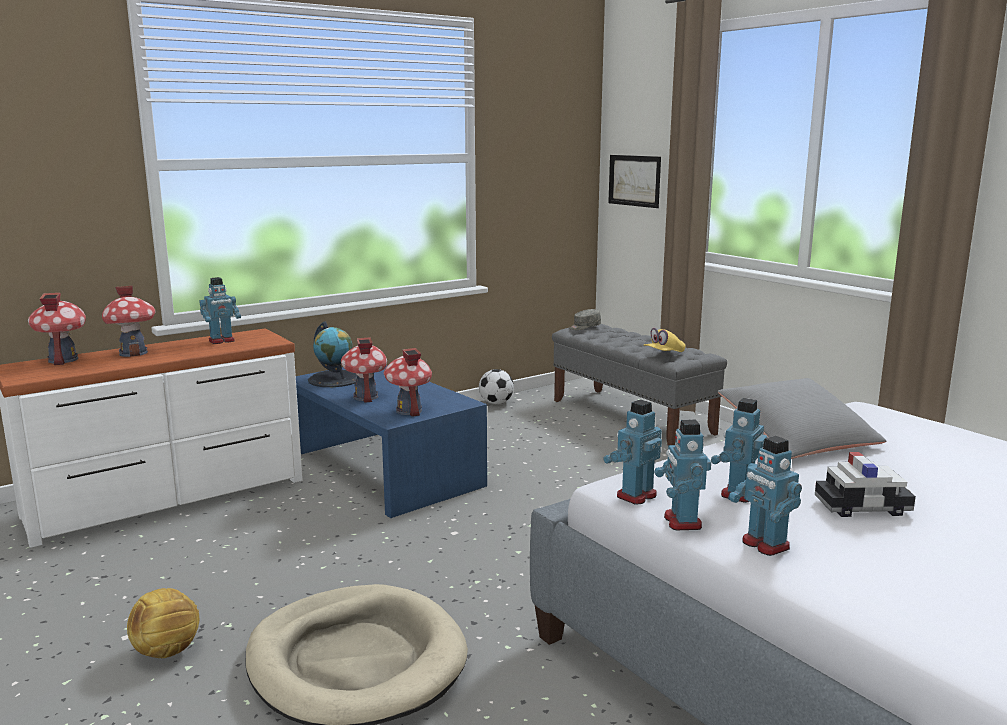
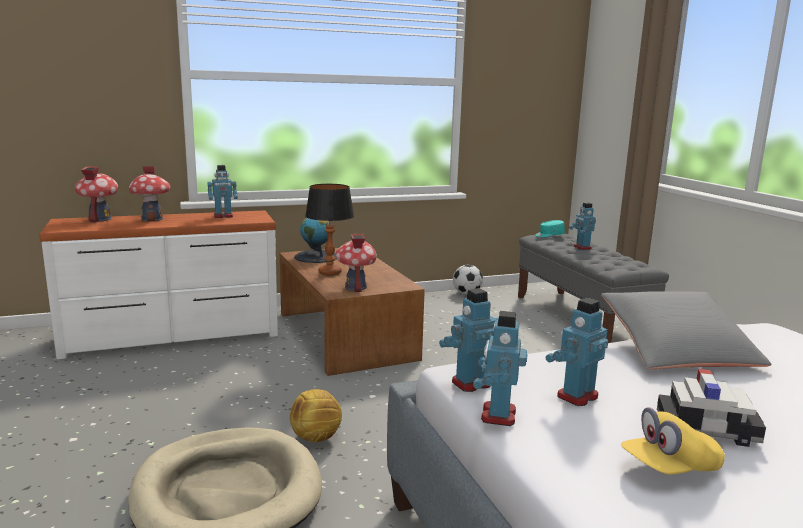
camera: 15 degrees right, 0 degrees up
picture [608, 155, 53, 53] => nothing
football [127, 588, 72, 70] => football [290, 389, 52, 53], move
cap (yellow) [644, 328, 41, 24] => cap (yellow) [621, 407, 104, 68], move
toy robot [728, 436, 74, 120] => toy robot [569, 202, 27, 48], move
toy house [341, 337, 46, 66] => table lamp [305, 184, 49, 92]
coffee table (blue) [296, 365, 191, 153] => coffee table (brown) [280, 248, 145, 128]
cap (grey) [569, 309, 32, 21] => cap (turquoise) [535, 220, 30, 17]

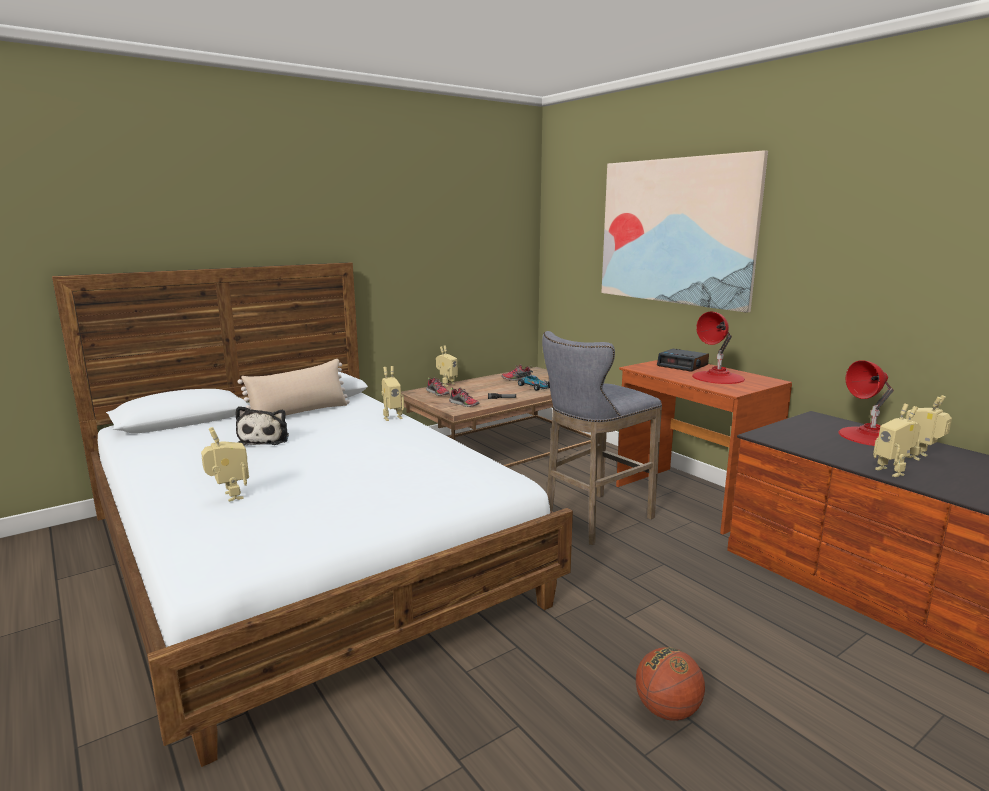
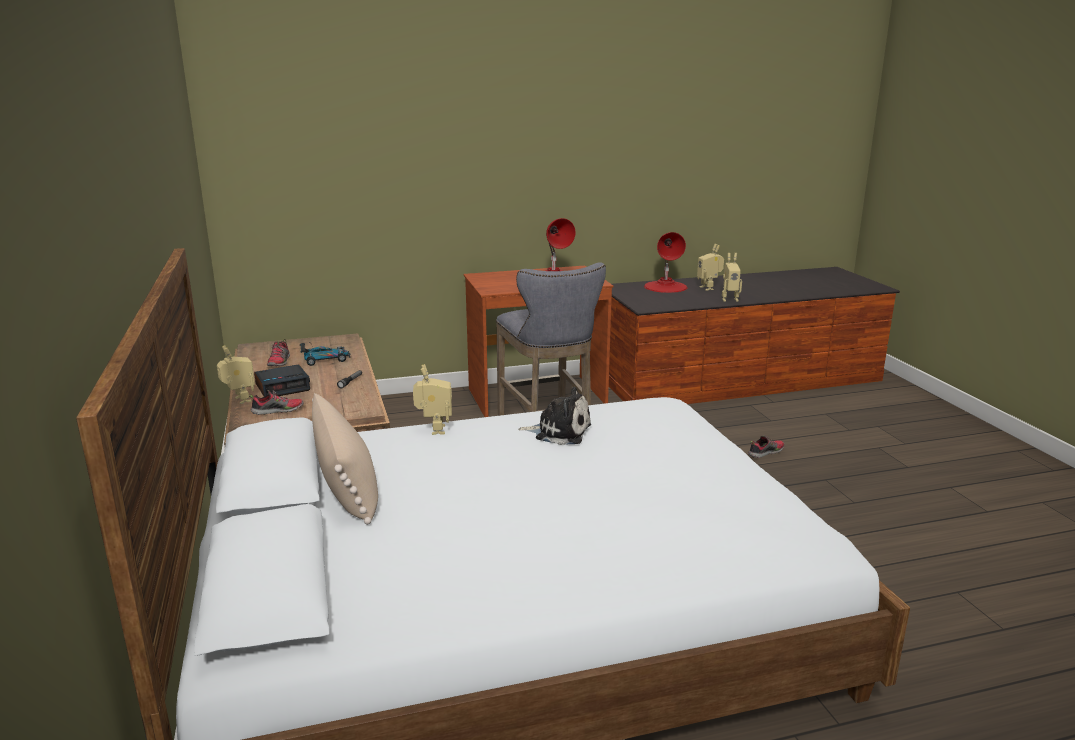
camera: 70 degrees left, 5 degrees up
toy robot [201, 427, 48, 75] => nothing
picture [602, 150, 166, 163] => nothing
basketball [636, 647, 69, 74] => nothing
plush toy [235, 406, 54, 40] => plush toy [518, 387, 73, 58], move
shoe [449, 388, 30, 19] => shoe [748, 435, 37, 23], move
alarm clock [657, 349, 52, 23] => alarm clock [254, 364, 56, 33], move

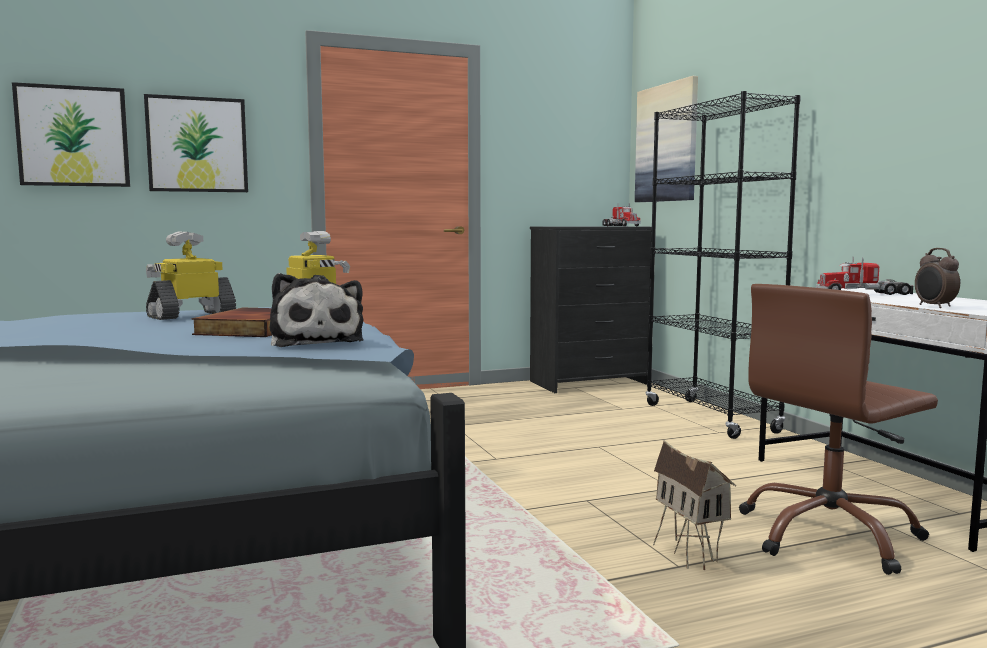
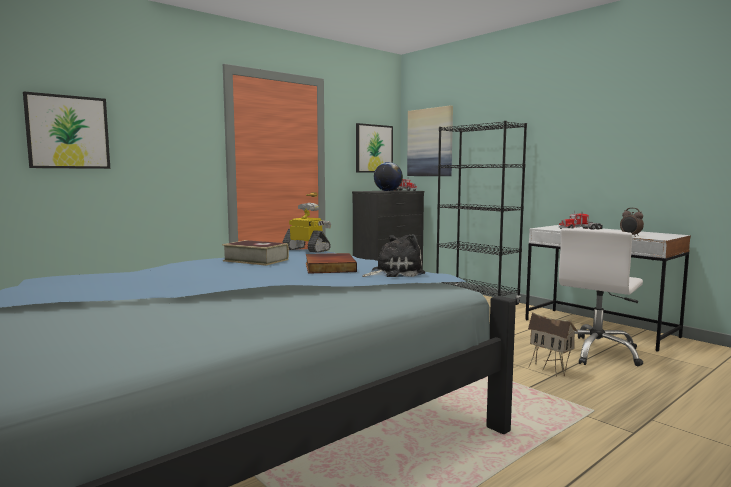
camera: 20 degrees left, 0 degrees up
nothing => globe [374, 162, 29, 29]
picture [144, 94, 104, 98] => picture [356, 123, 37, 49], move
toy robot [146, 232, 90, 88] => book [222, 240, 67, 26]
office chair (brown) [739, 284, 199, 291] => office chair (white) [559, 228, 84, 138]
plush toy [270, 273, 94, 74] => plush toy [363, 234, 62, 43], 75 degrees counterclockwise

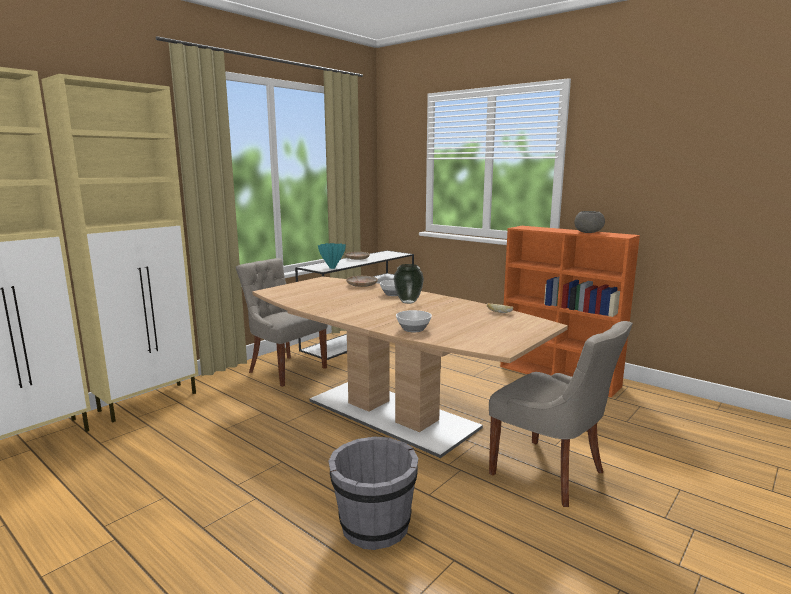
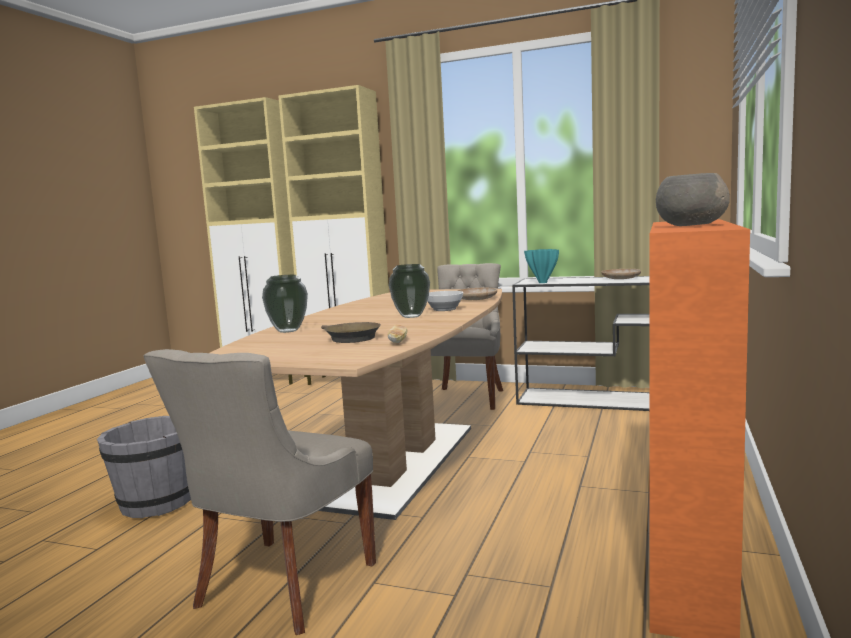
camera: 70 degrees right, 5 degrees down
nothing => frying pan (brown) [321, 322, 60, 21]
bowl [396, 310, 36, 22] => vase [262, 275, 46, 58]

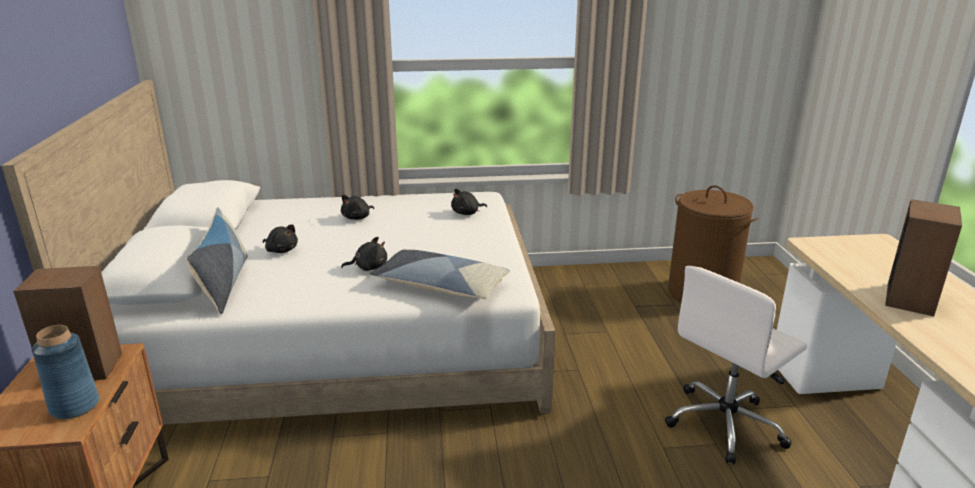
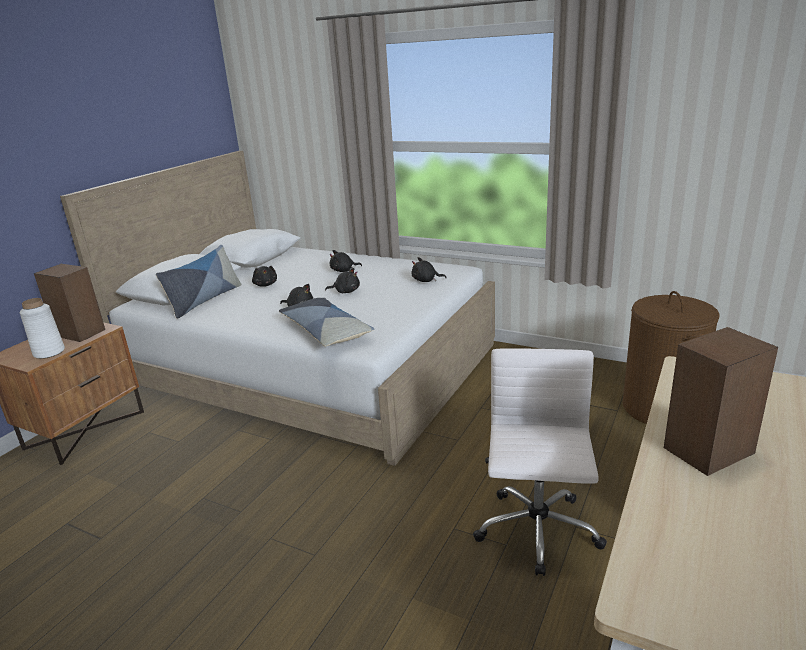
camera: 35 degrees right, 0 degrees up
nothing => plush toy (black) [325, 268, 35, 25]
vase (blue) [32, 325, 67, 94] => vase (white) [20, 298, 45, 61]
office chair (white) [665, 266, 142, 198] => office chair (white) [473, 348, 134, 228], 105 degrees clockwise

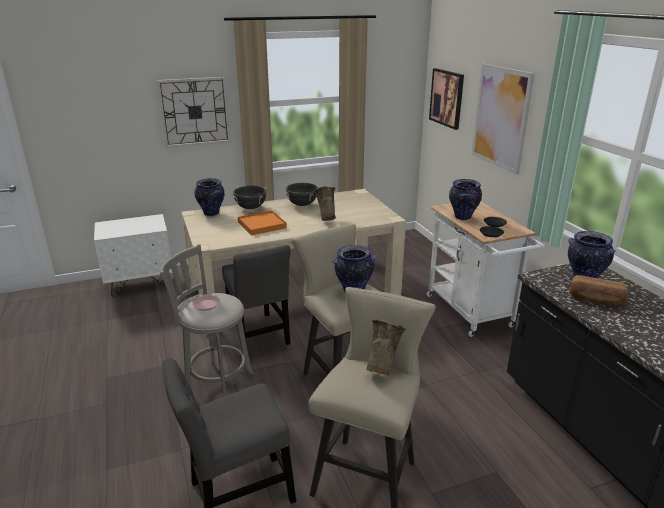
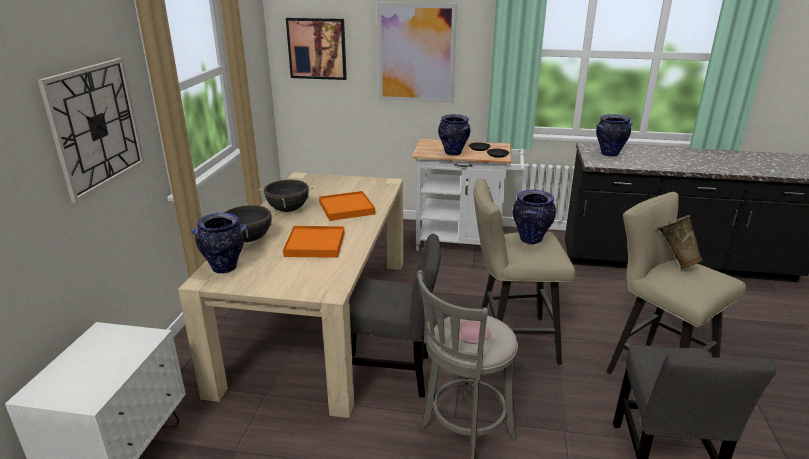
camera: 60 degrees left, 0 degrees up
bread [570, 275, 58, 31] => nothing
vase (beige) [313, 186, 23, 35] => tray (orange) [319, 191, 56, 30]

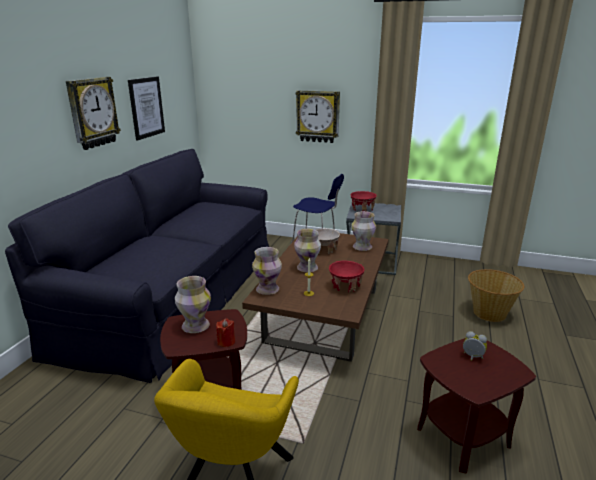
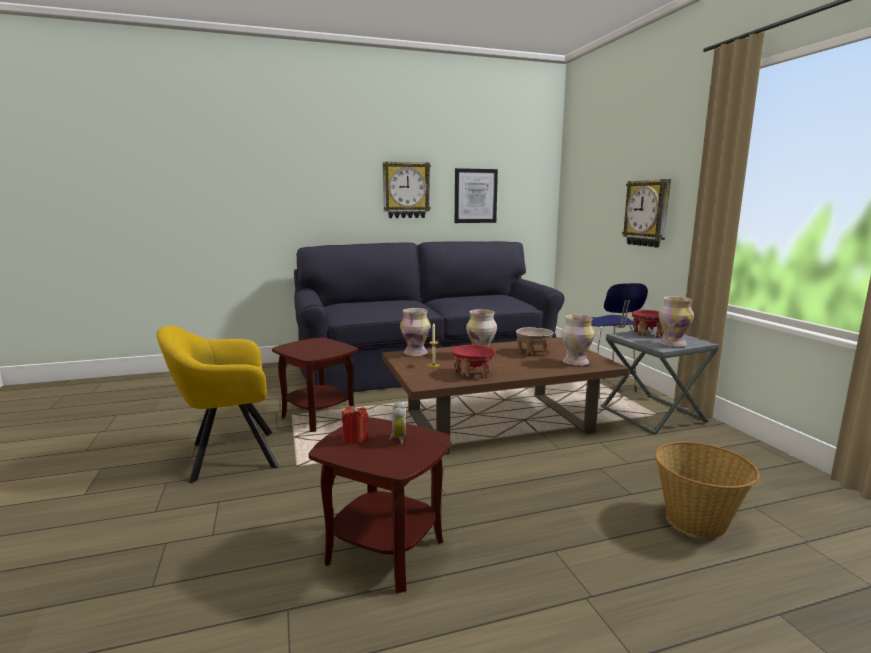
camera: 55 degrees right, 10 degrees down
vase [175, 276, 36, 57] => vase [659, 296, 35, 51], move
candle (red) [216, 319, 19, 28] => candle (red) [342, 405, 26, 39], move

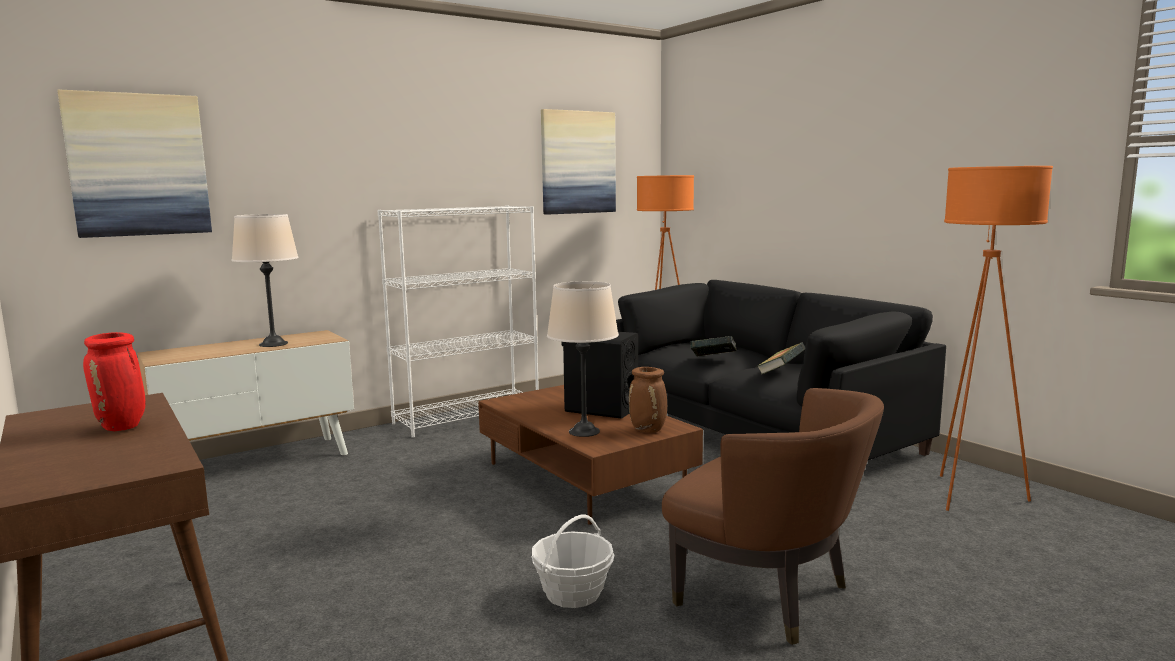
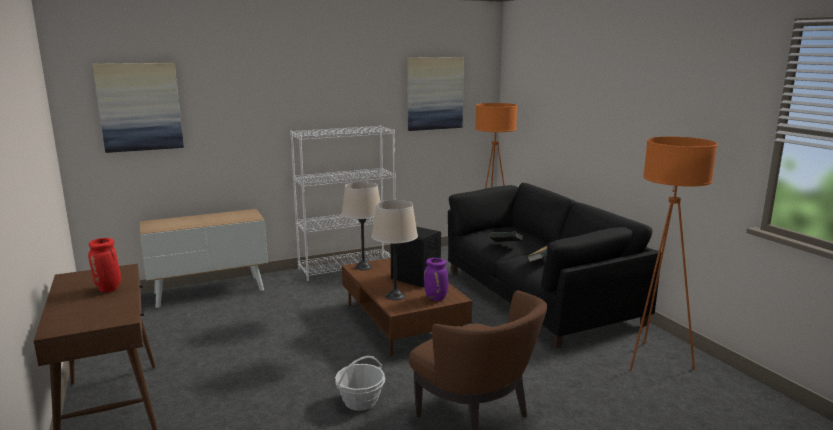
camera: 10 degrees right, 5 degrees up
table lamp (beige) [232, 214, 67, 133] => table lamp (beige) [342, 182, 38, 88], move
vase (brown) [629, 367, 38, 66] => vase (purple) [424, 258, 24, 43]

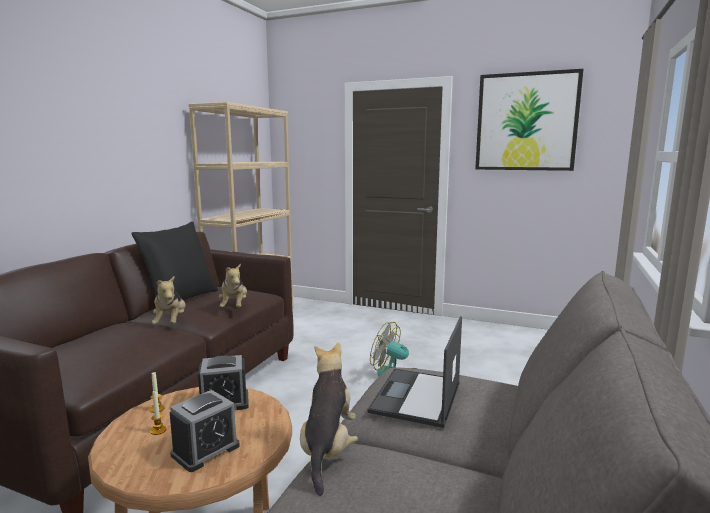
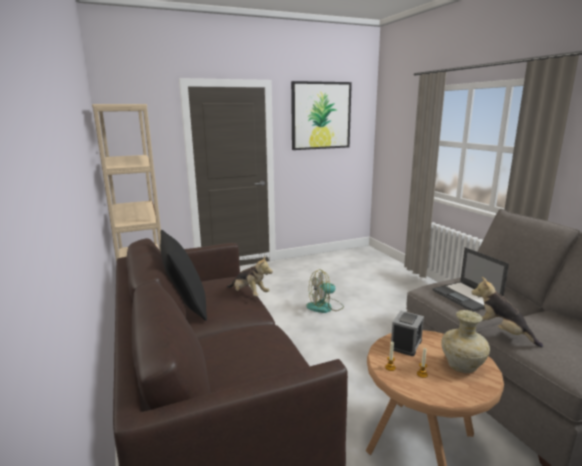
camera: 45 degrees left, 5 degrees up
plush toy [152, 276, 34, 48] => nothing
alarm clock [170, 390, 70, 82] => vase (beige) [441, 310, 49, 63]

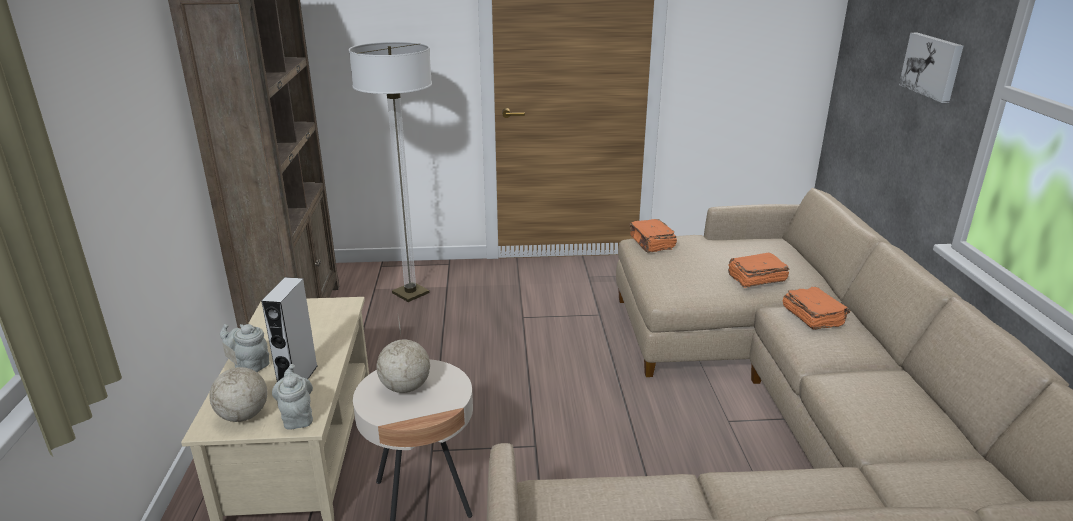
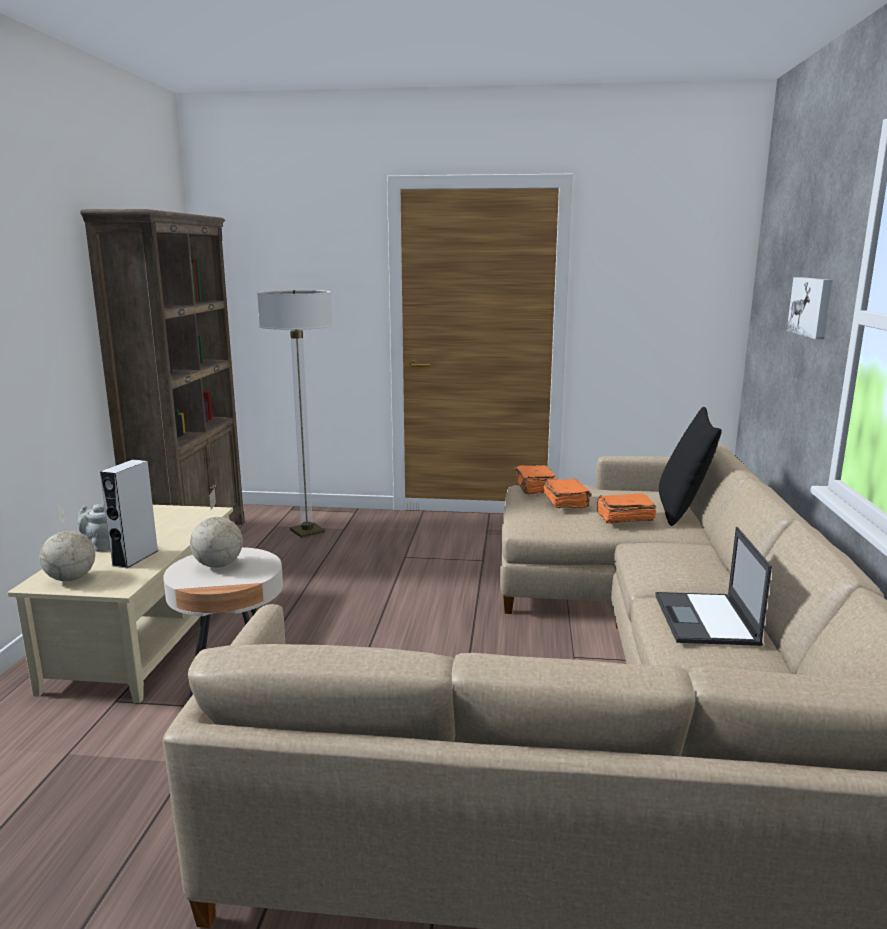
camera: 10 degrees right, 10 degrees down
teapot (grey) [272, 364, 41, 66] => nothing
nothing => laptop [655, 527, 117, 119]
nothing => pillow (black) [659, 407, 63, 119]
book (orange) [783, 287, 67, 43] => book (orange) [543, 478, 49, 30], move

